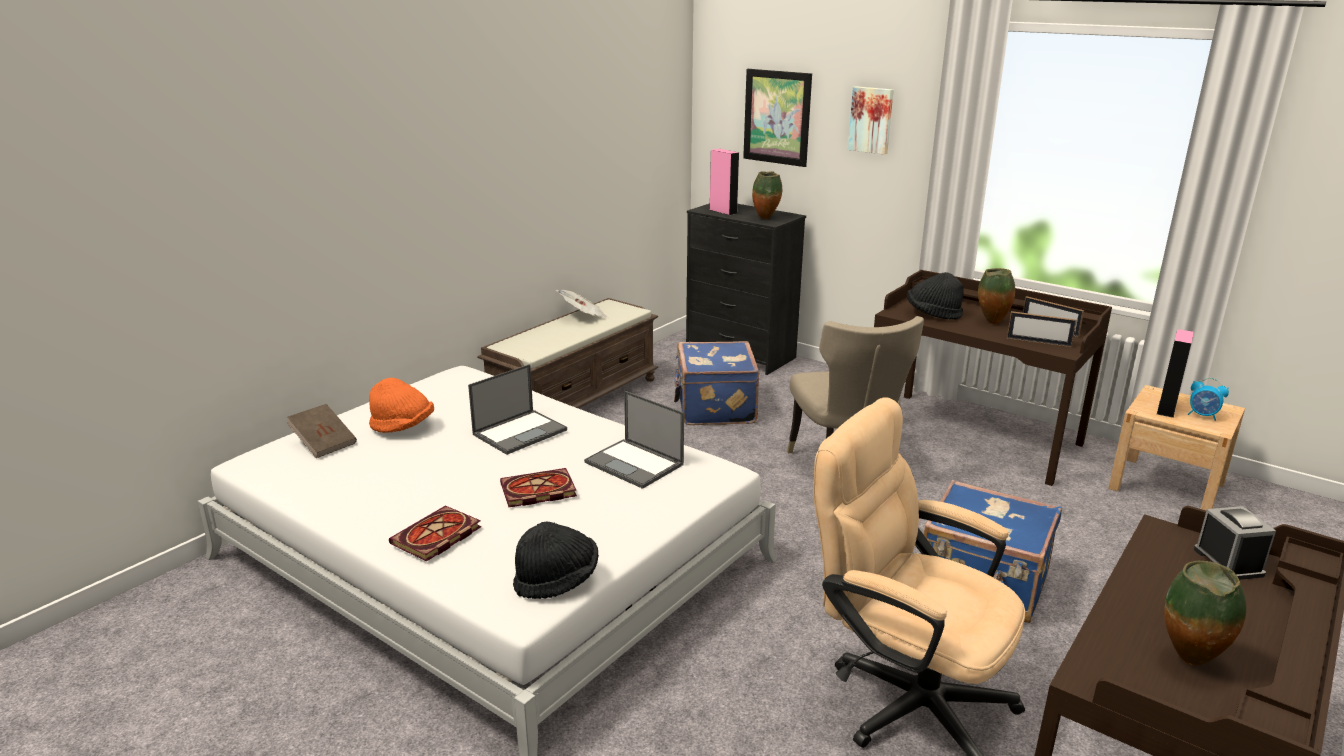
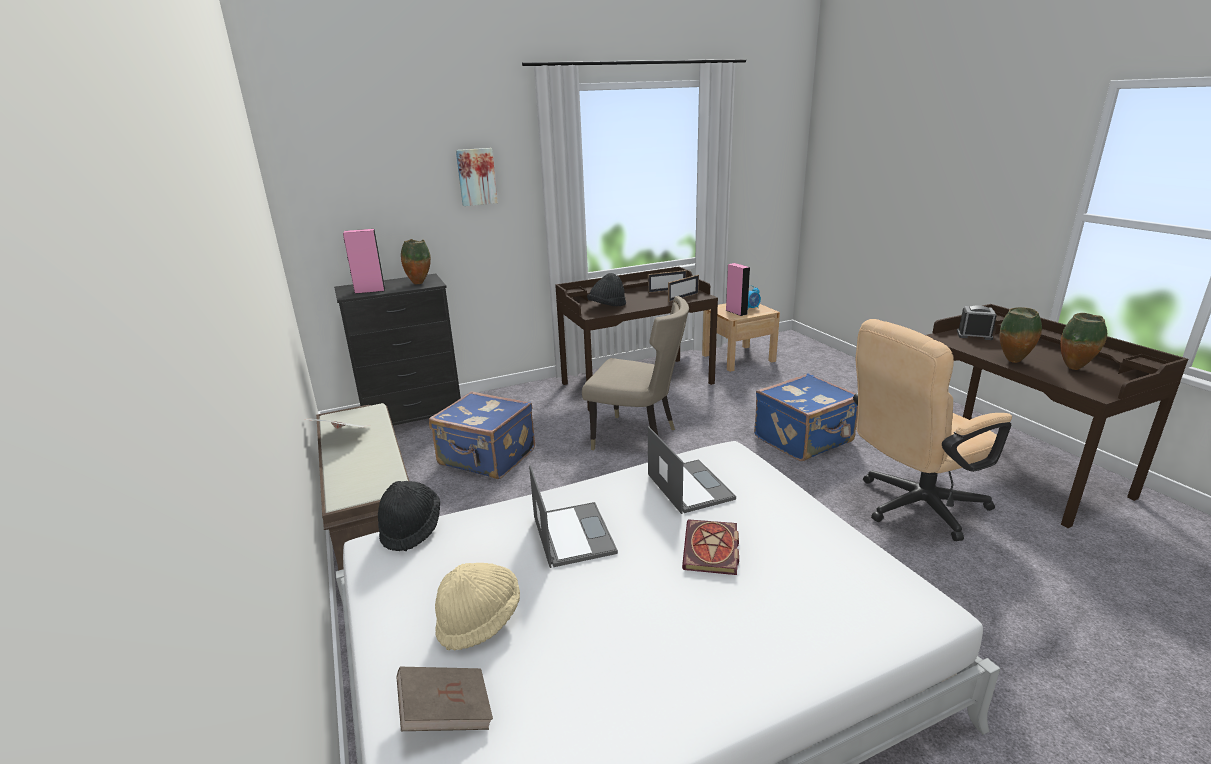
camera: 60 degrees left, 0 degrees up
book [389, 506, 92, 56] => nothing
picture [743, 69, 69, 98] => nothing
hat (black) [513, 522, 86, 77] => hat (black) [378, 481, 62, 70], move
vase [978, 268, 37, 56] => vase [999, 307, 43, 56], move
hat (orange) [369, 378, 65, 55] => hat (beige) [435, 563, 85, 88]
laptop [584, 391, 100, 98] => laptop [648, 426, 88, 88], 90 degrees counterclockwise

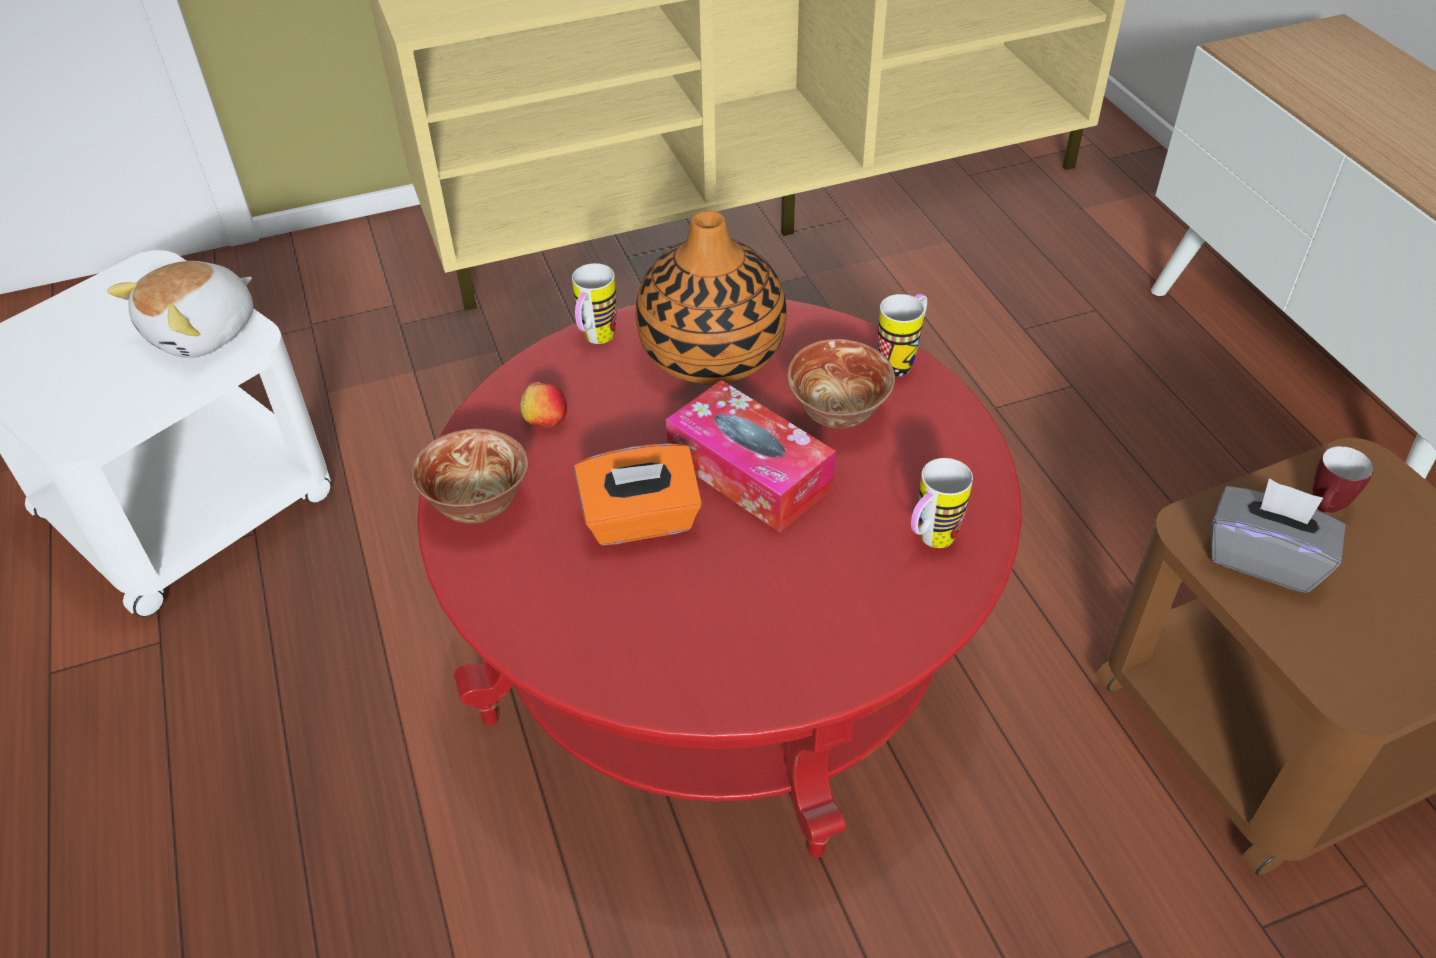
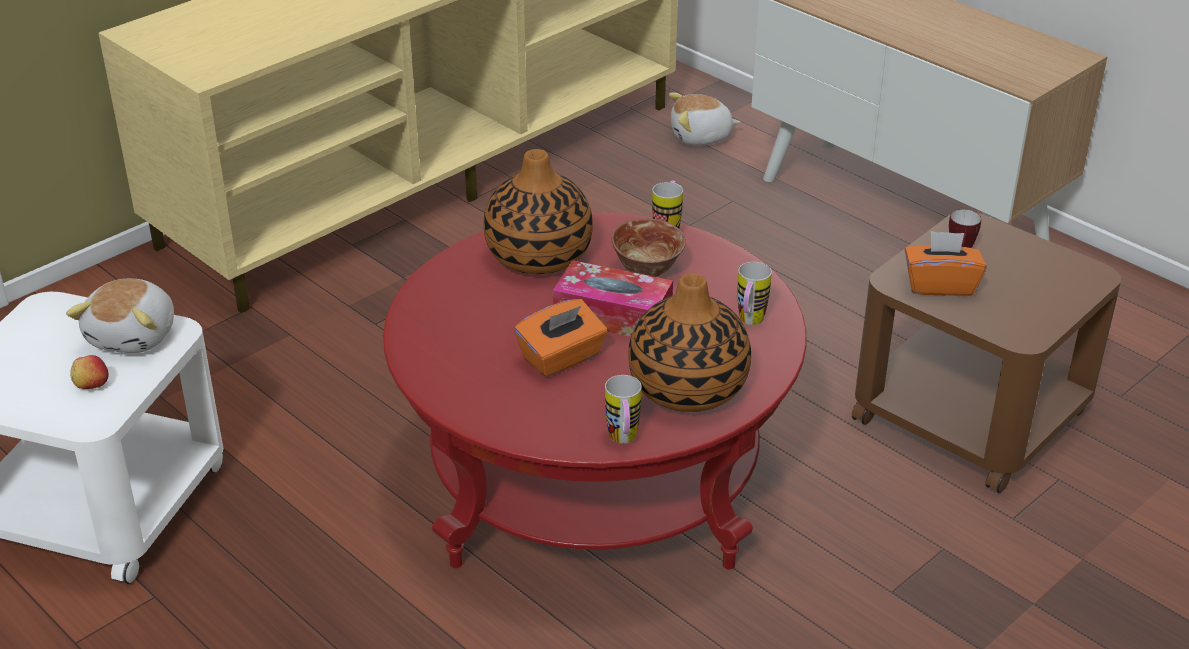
camera: 25 degrees left, 10 degrees down
bowl [411, 429, 118, 95] => nothing
nothing => vase [628, 273, 123, 139]
nothing => plush toy [669, 93, 72, 52]
apple [520, 382, 47, 45] => apple [70, 355, 38, 34], move
mug [572, 263, 45, 81] => mug [605, 375, 37, 69], move
tissue box (grey) [1211, 478, 135, 115] => tissue box (orange) [904, 231, 83, 65]

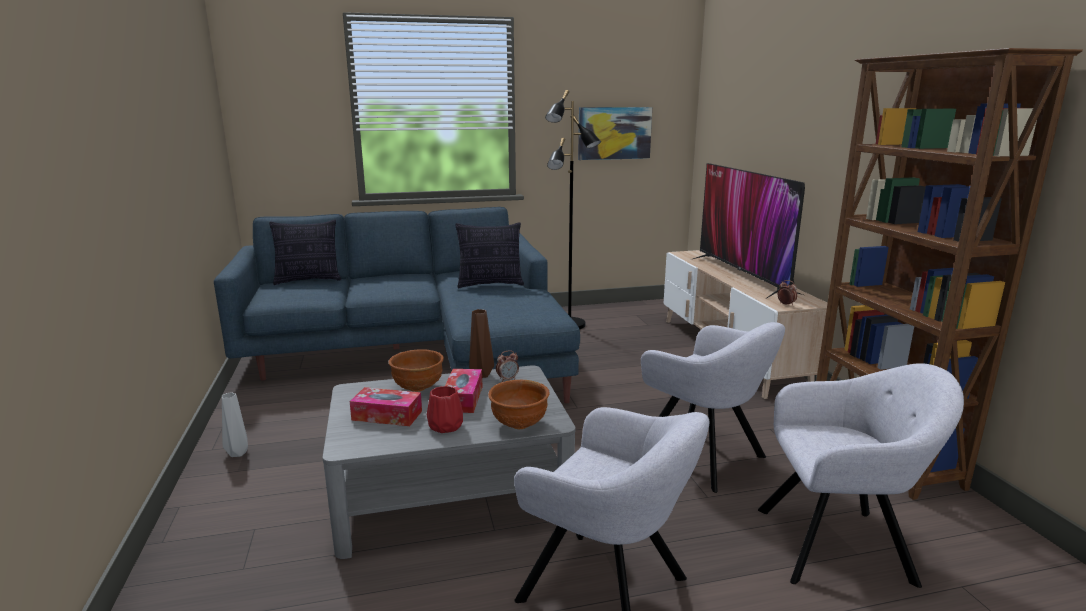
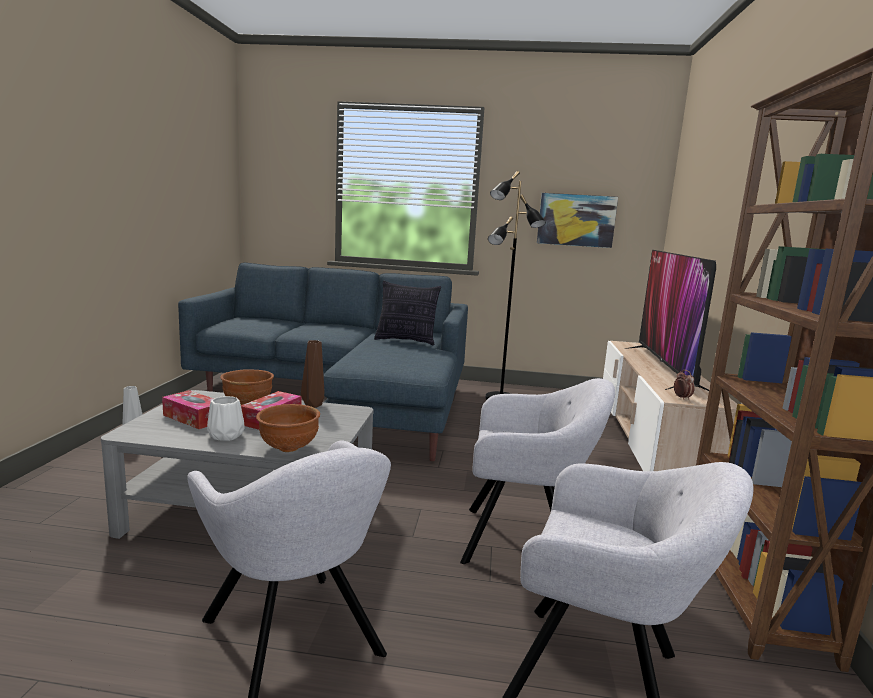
camera: 20 degrees right, 5 degrees down
pillow [269, 220, 72, 65] => nothing
alarm clock [496, 350, 23, 32] => nothing
vase (red) [427, 386, 36, 47] => vase (white) [207, 396, 37, 45]
armchair (grey) [641, 322, 144, 171] => armchair (grey) [460, 378, 155, 186], 60 degrees counterclockwise

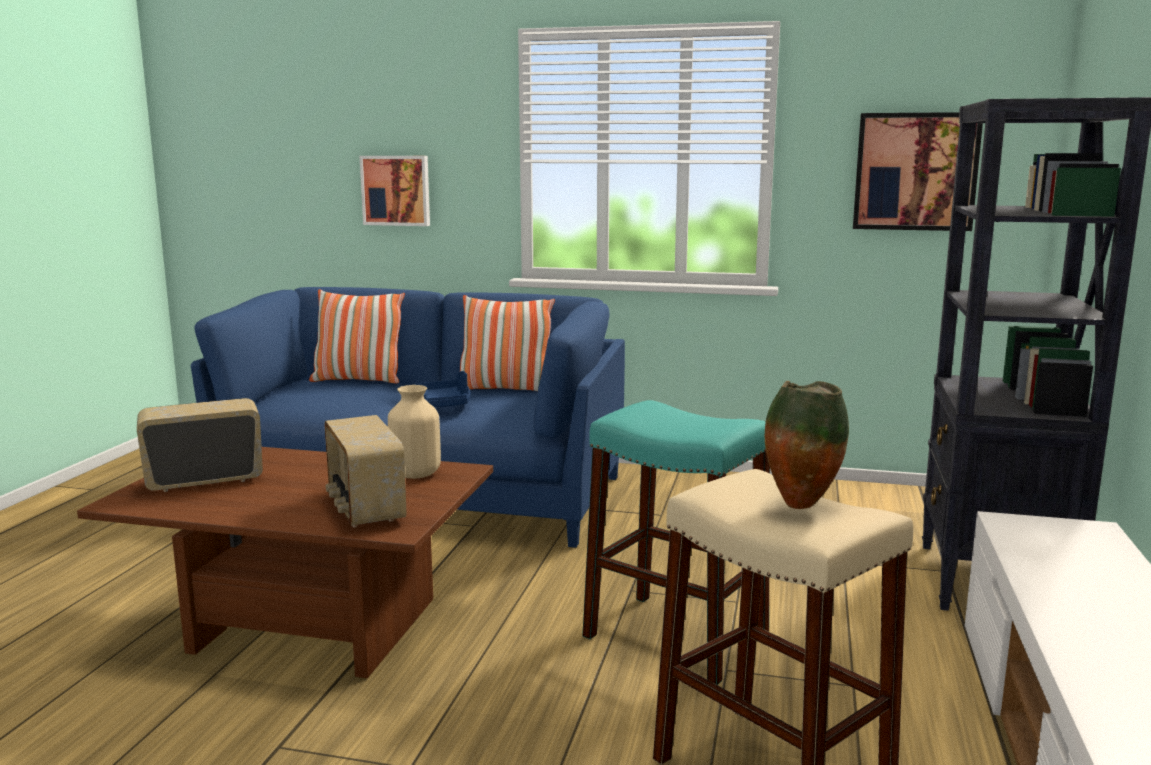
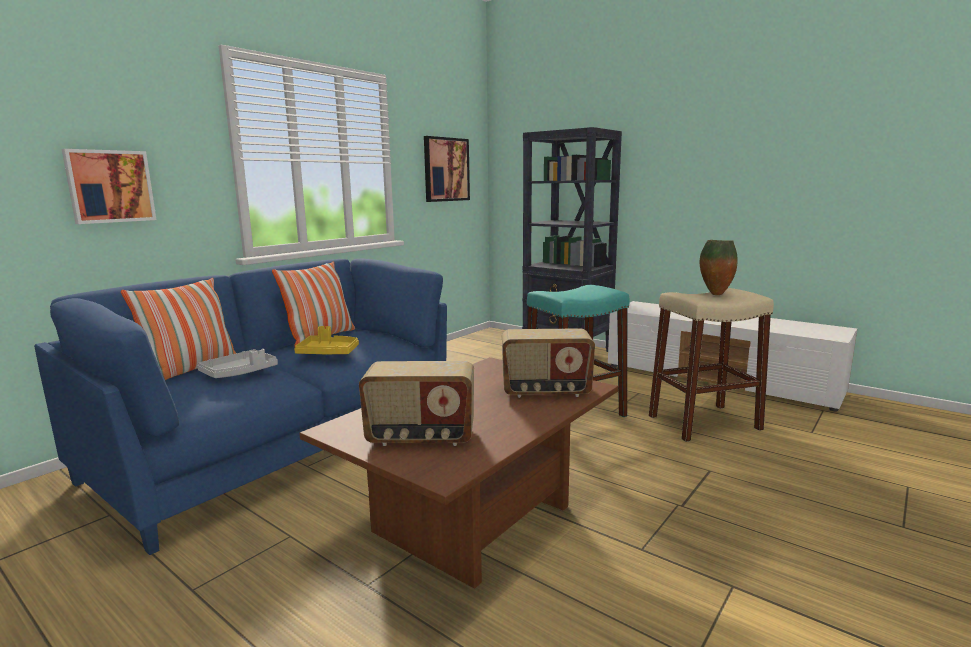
camera: 65 degrees left, 0 degrees up
vase (beige) [388, 385, 53, 94] => nothing
nothing => tray (grey) [197, 349, 81, 29]
tray (blue) [415, 371, 56, 36] => tray (yellow) [294, 326, 65, 28]
radio [137, 398, 126, 94] => radio [359, 361, 115, 85], 90 degrees counterclockwise

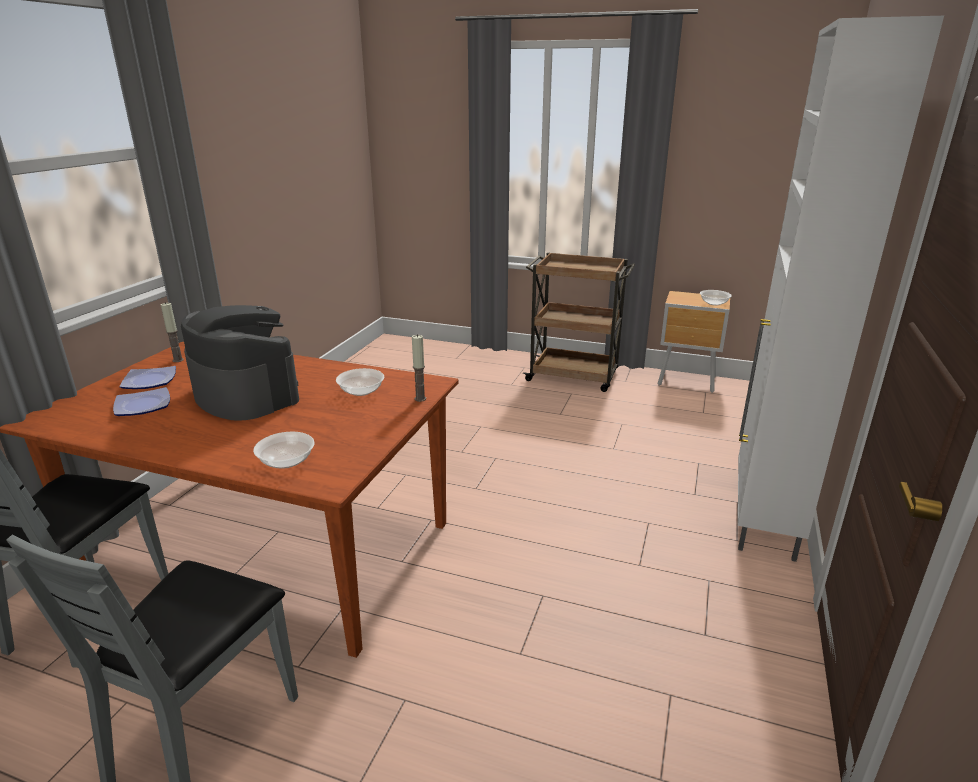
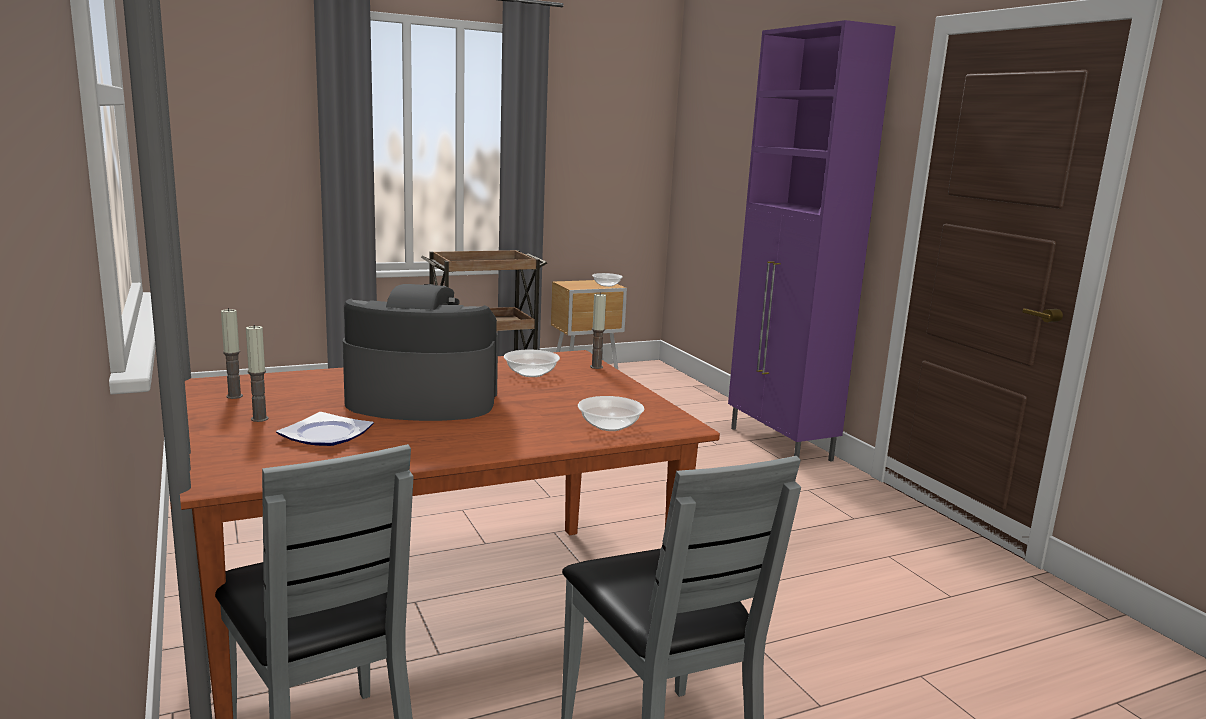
camera: 45 degrees left, 10 degrees down
plate [119, 366, 57, 23] => candle [246, 325, 23, 97]
cabinet (white) [738, 16, 206, 546] => cabinet (purple) [728, 20, 168, 442]

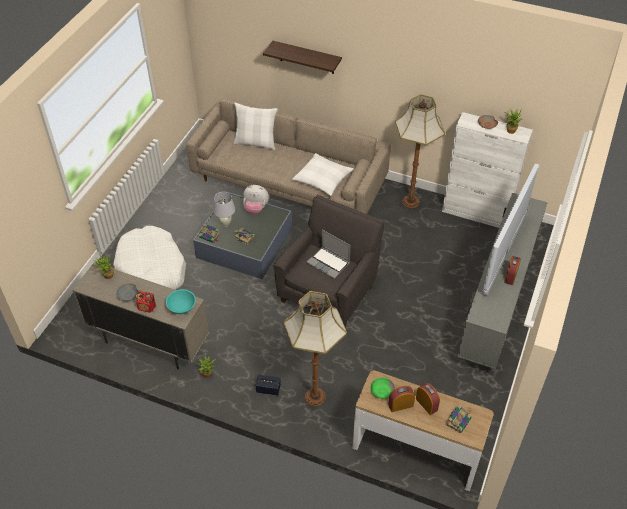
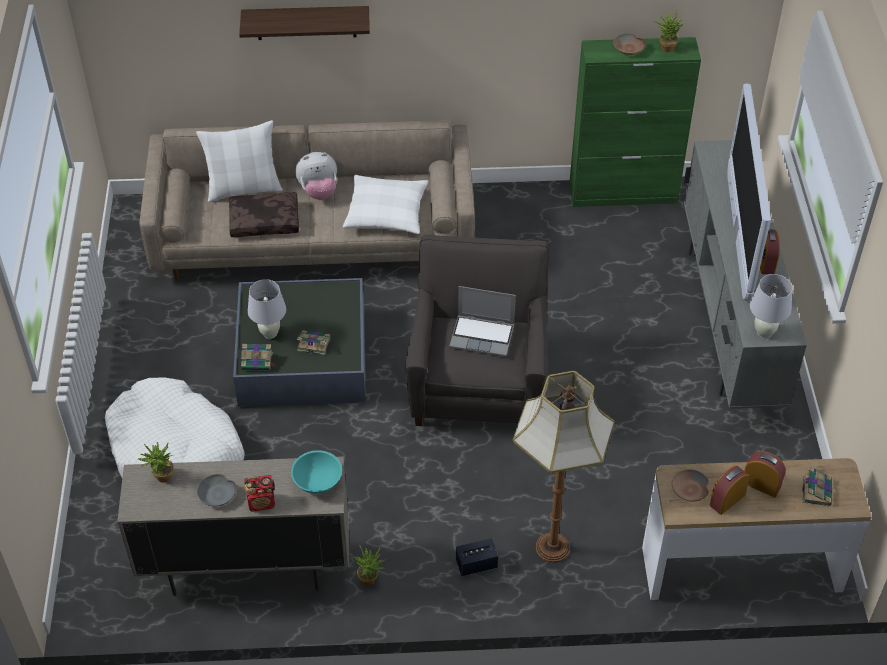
camera: 25 degrees left, 0 degrees up
floor lamp [395, 94, 50, 114] => nothing
nothing => pillow (brown) [229, 192, 70, 45]
nothing => table lamp (white) [750, 274, 43, 64]
plush toy [243, 185, 26, 29] => plush toy [295, 152, 42, 48], move
bowl (green) [371, 378, 24, 21] => bowl (brown) [672, 469, 37, 33]
cabinet (white) [442, 112, 91, 116] => cabinet (green) [569, 37, 132, 170]

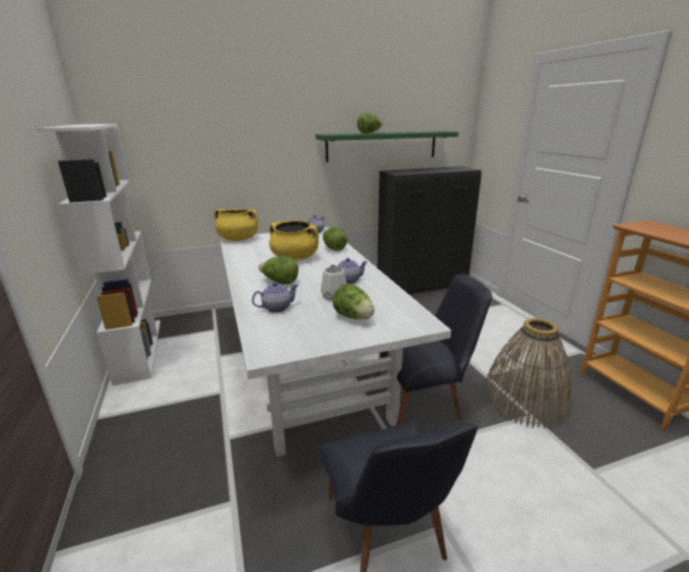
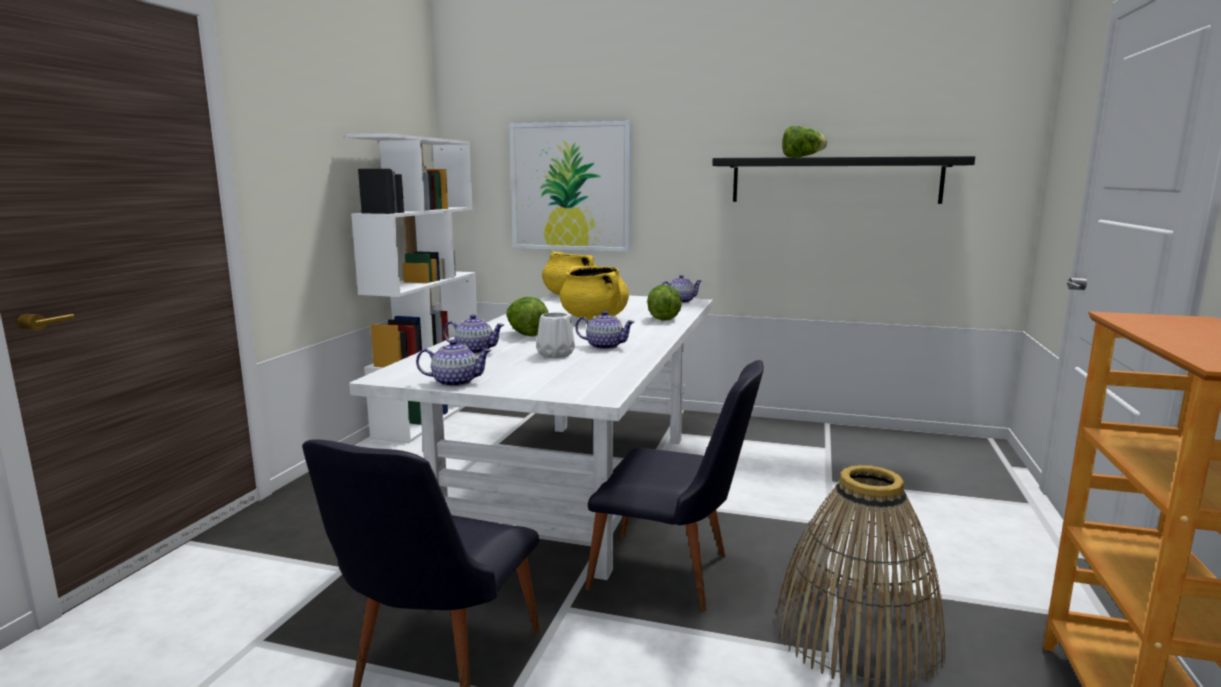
camera: 35 degrees right, 10 degrees down
lettuce [333, 283, 42, 36] => nothing
cabinet (black) [377, 166, 104, 128] => nothing
nothing => teapot [416, 339, 76, 48]
nothing => picture [509, 121, 122, 131]
shelf (green) [316, 131, 143, 31] => shelf (black) [712, 156, 263, 48]

